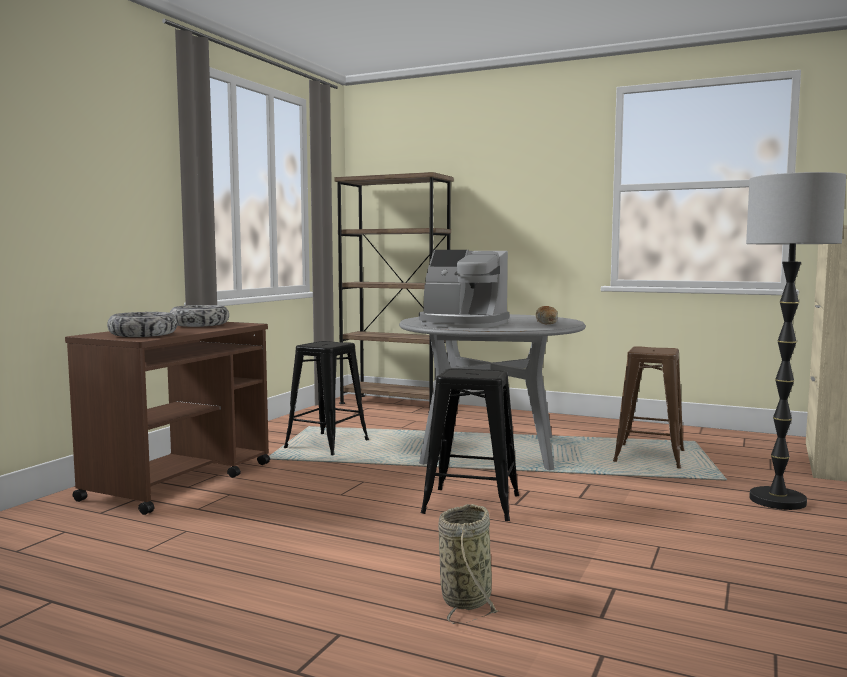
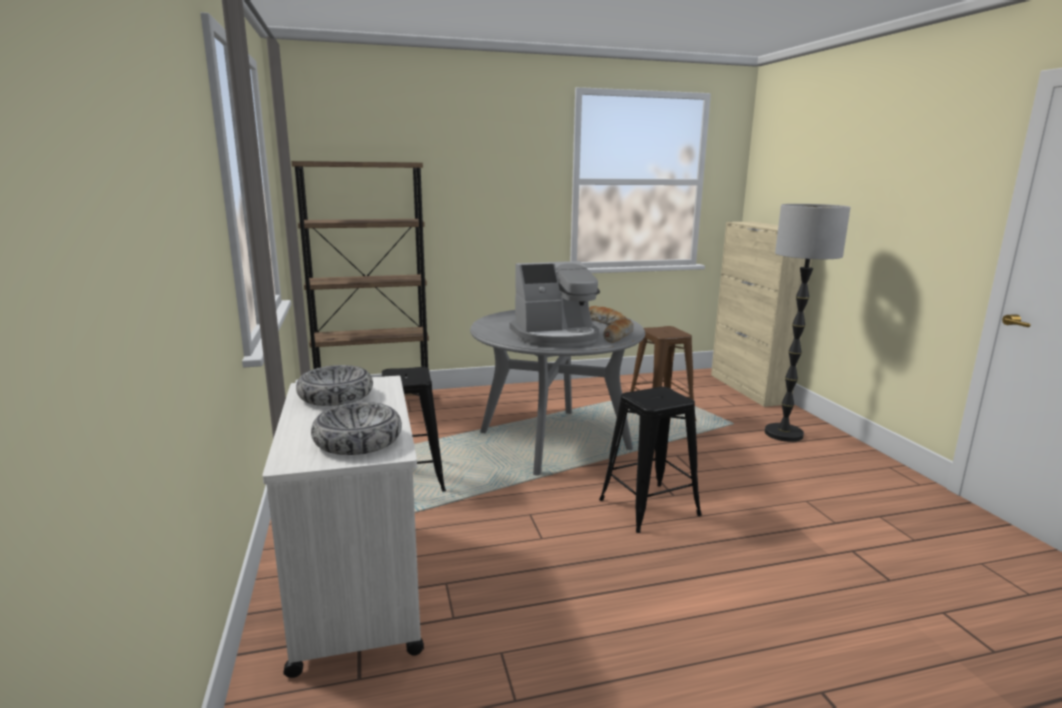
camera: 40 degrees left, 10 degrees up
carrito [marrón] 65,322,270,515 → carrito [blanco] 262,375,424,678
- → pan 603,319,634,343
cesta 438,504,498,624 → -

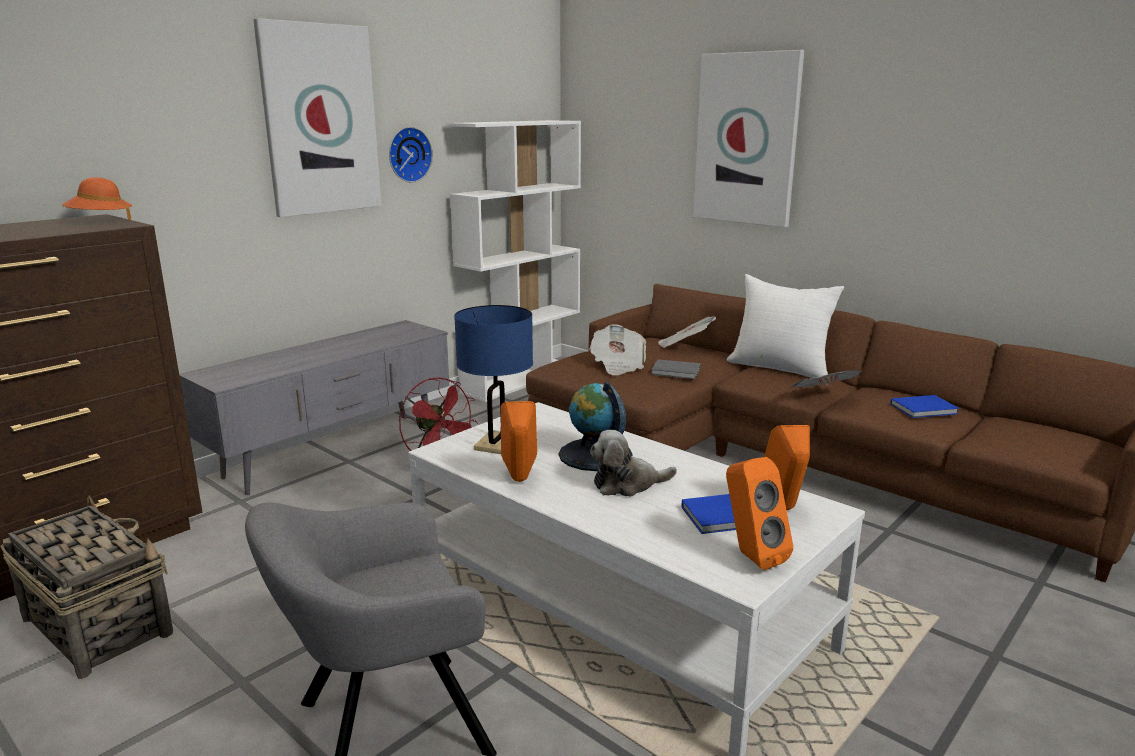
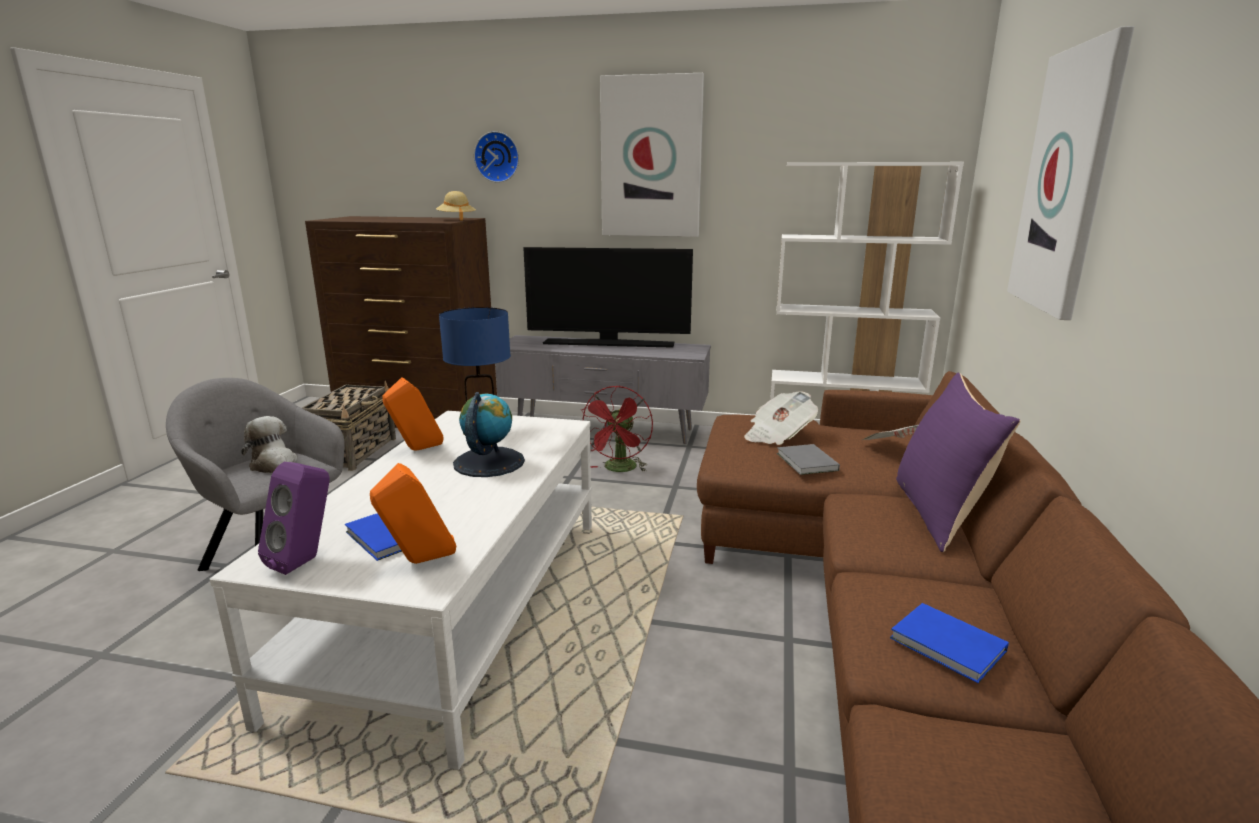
camera: 60 degrees right, 0 degrees up
peluche 590,430,677,497 → peluche 241,416,298,473, shifted
altavoz [naranja] 726,457,793,570 → altavoz [morado] 258,462,330,575
sombrero [naranja] 62,177,132,221 → sombrero [beis] 436,191,476,221
reloj de pared 389,127,433,183 → reloj de pared 474,131,519,183, shifted
- → televisor 523,247,693,348
cojín [blanco] 726,274,844,378 → cojín [morado] 896,373,1021,552
periódico 791,370,862,388 → -

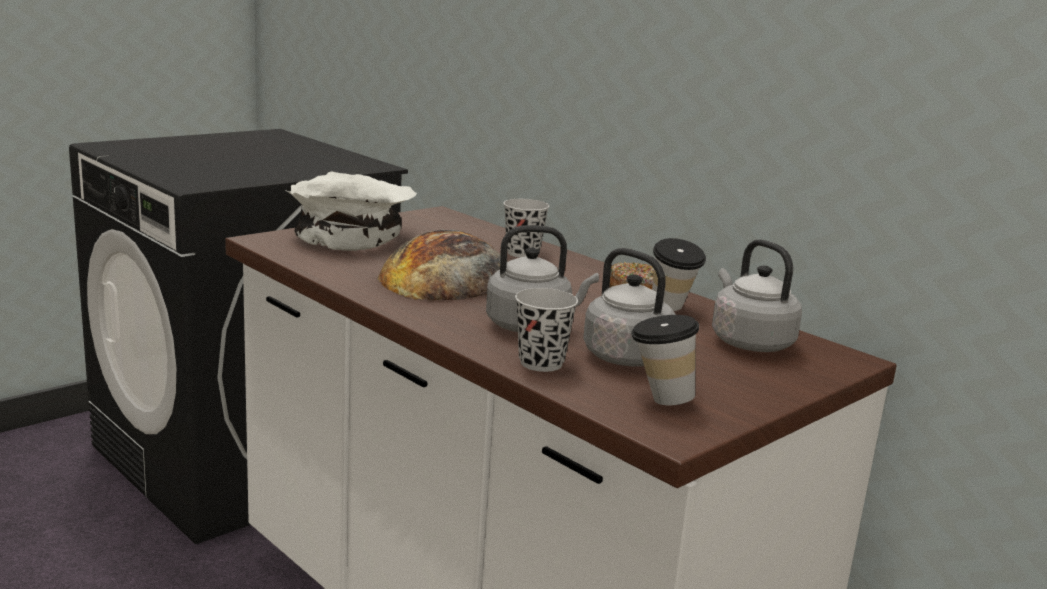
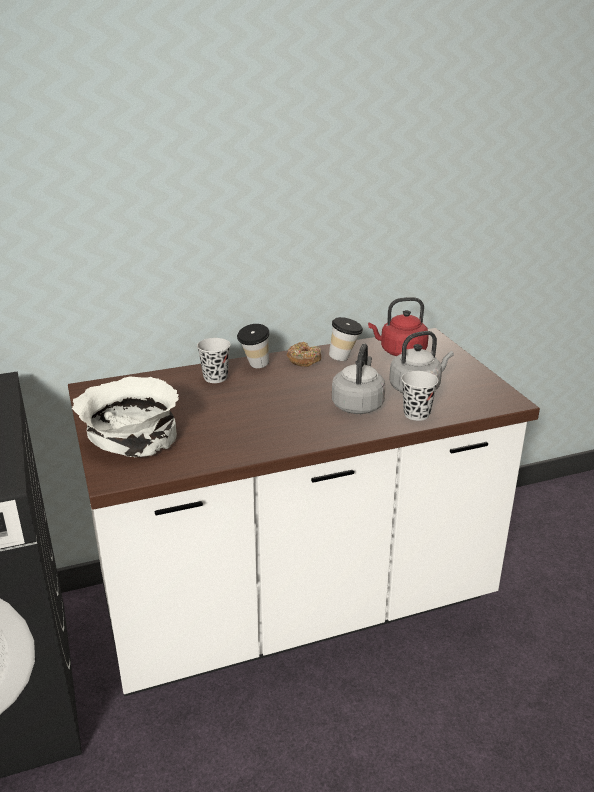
camera: 65 degrees left, 10 degrees up
taza 631,315,699,405 → taza 237,324,269,368, shifted
hervidor [gris] 712,239,802,352 → hervidor [rojo] 368,297,429,356
pan 377,230,500,301 → -

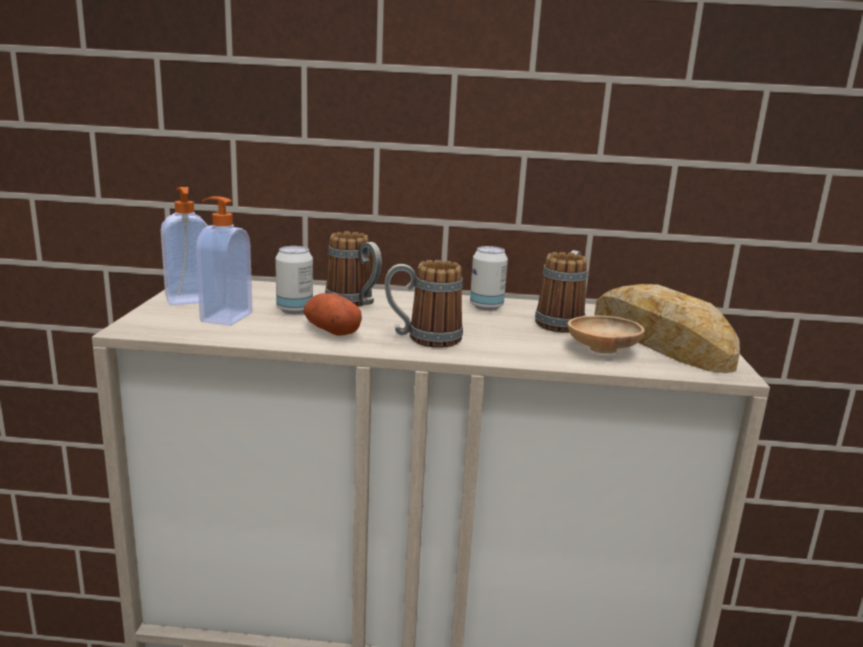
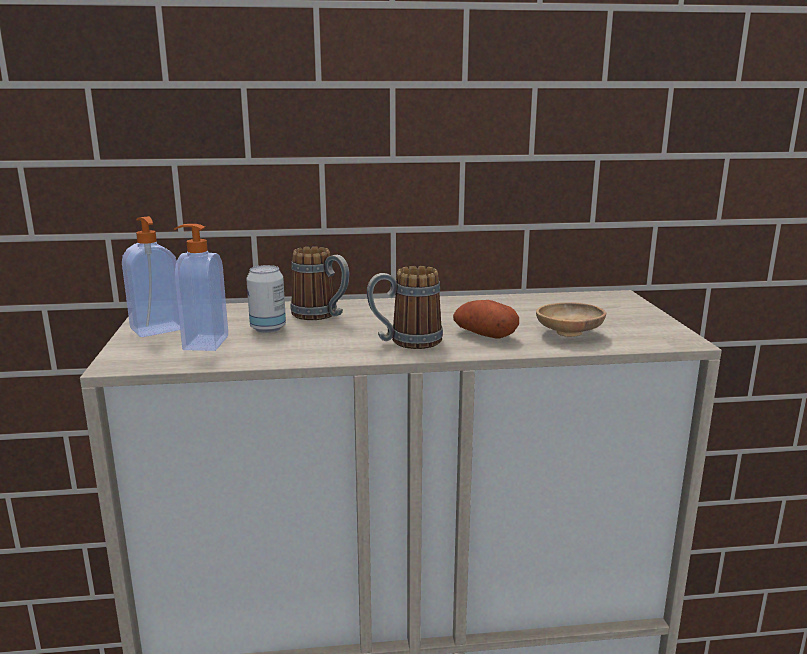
camera: 10 degrees left, 0 degrees up
patata 304,293,362,336 → patata 453,300,519,339, shifted
lata 470,246,508,311 → -
taza grande 535,250,588,333 → -
pan 594,284,740,373 → -

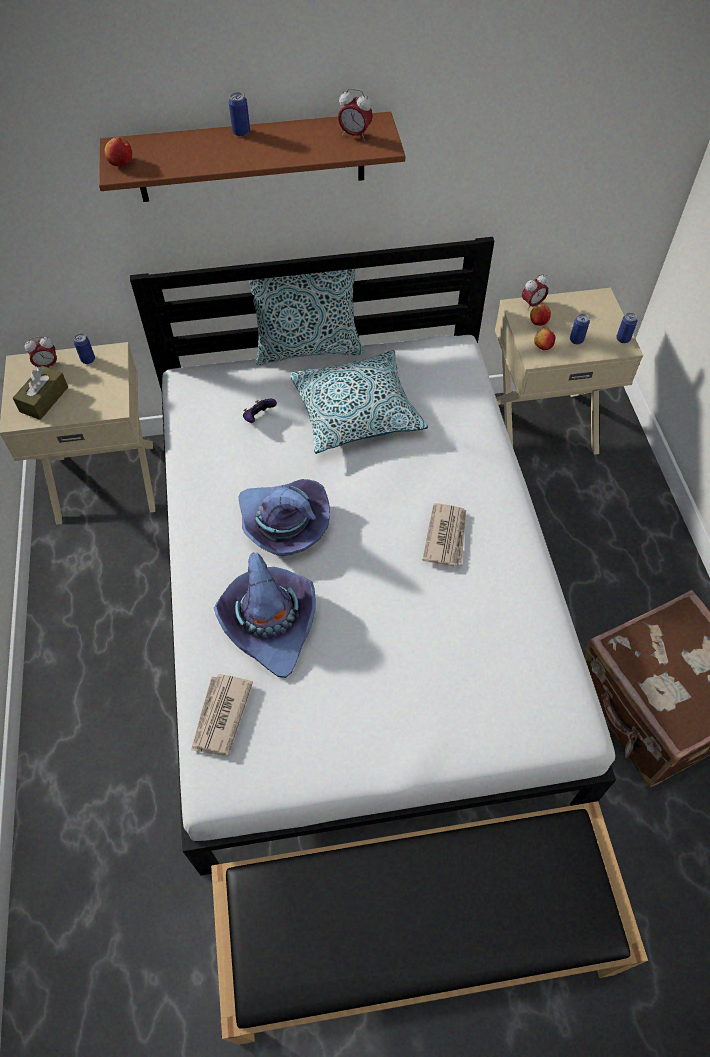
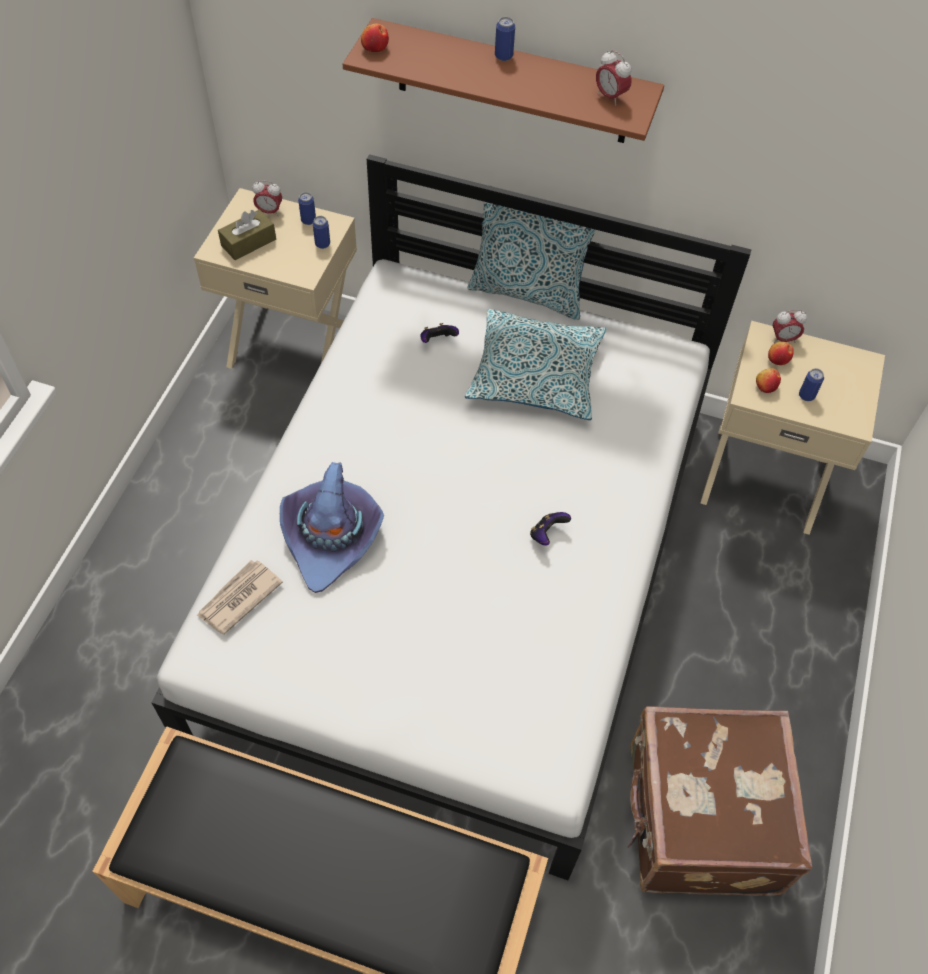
camera: 25 degrees right, 0 degrees up
lata 616,313,638,343 → lata 313,216,330,249, shifted
periódico 423,503,466,567 → mando de consola 530,512,571,545
sombrero [morado] 238,479,330,556 → -

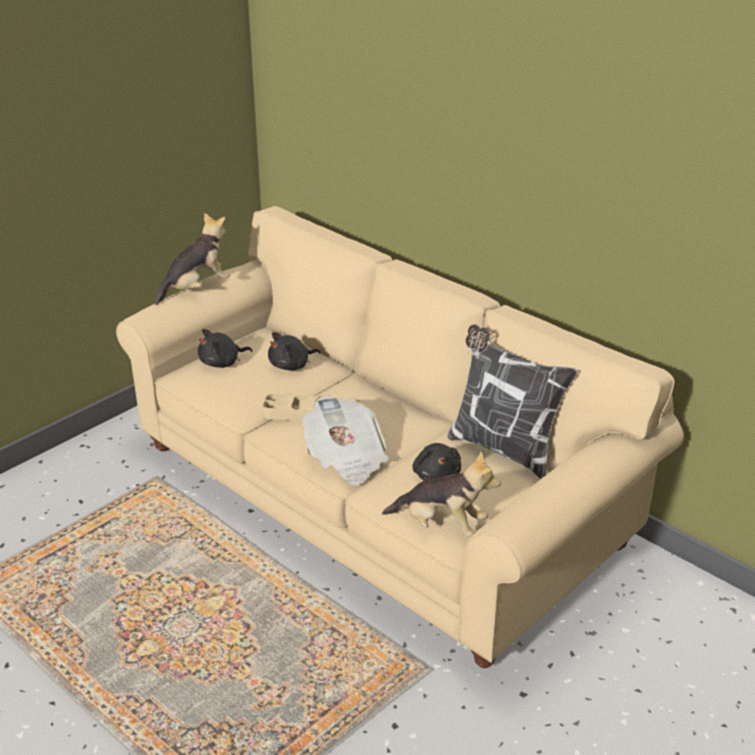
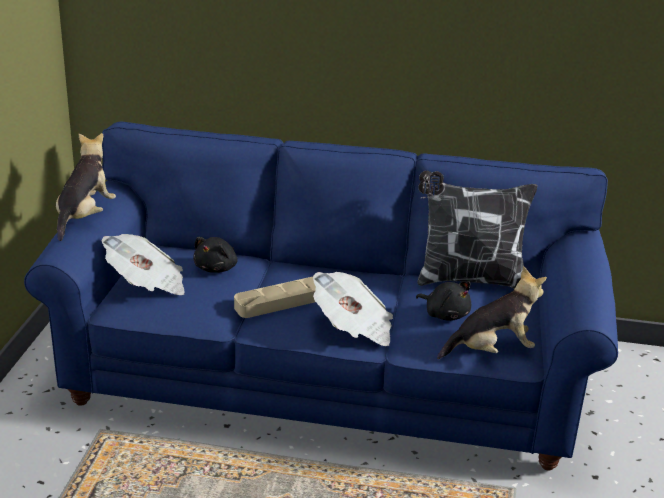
camera: 35 degrees left, 5 degrees down
sofá [beis] 116,206,684,668 → sofá [azul] 24,122,618,471
peluche [negro] 198,329,252,368 → periódico 102,234,184,295

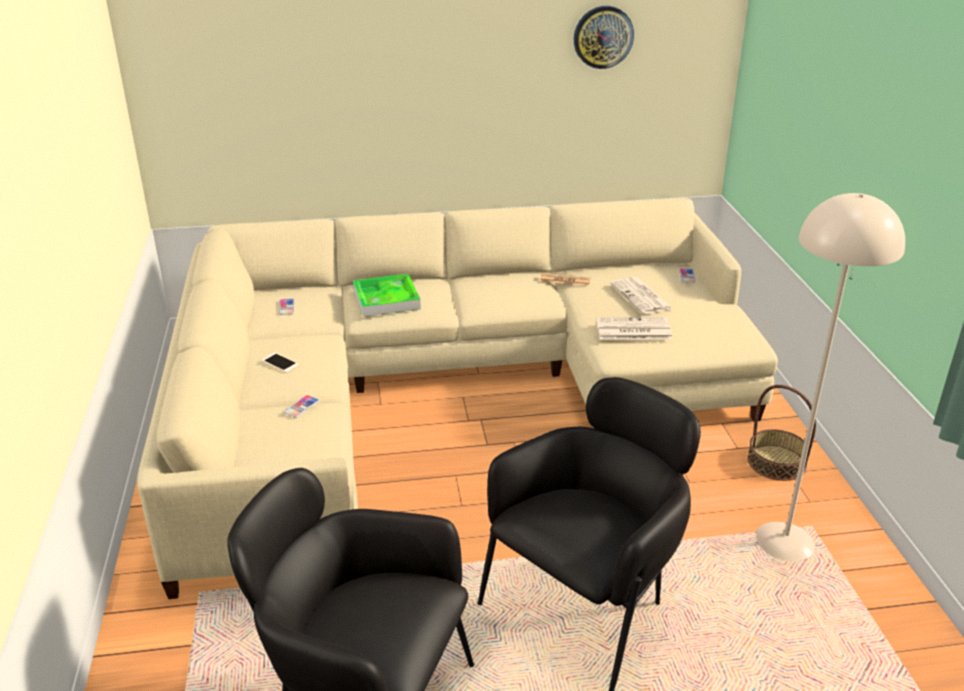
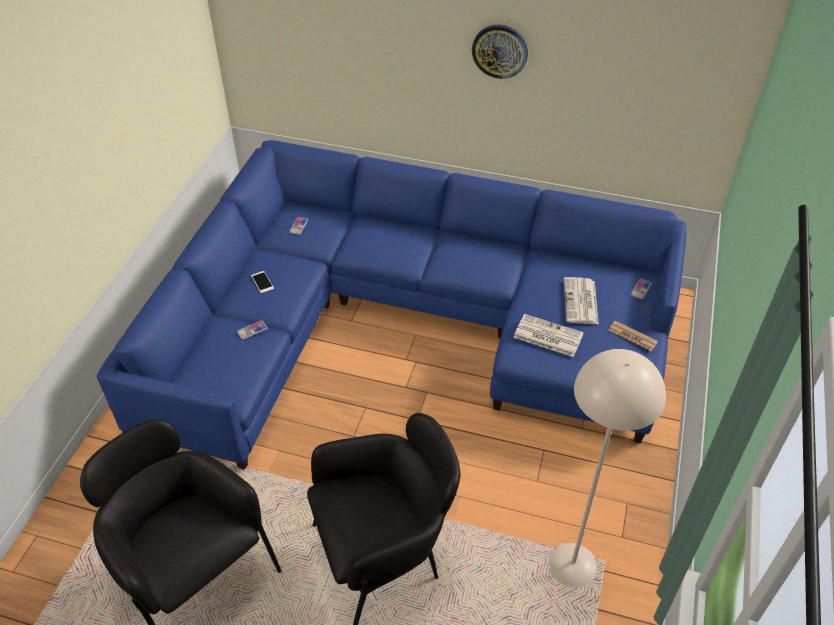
camera: 25 degrees right, 15 degrees up
sofá [beis] 137,198,778,599 → sofá [azul] 97,140,686,470
reloj de pared 574,6,634,69 → reloj de pared 472,25,528,79, shifted
periódico 540,273,591,286 → periódico 609,321,658,351, shifted
bandeja 353,274,421,317 → -
cesta 747,385,816,481 → -

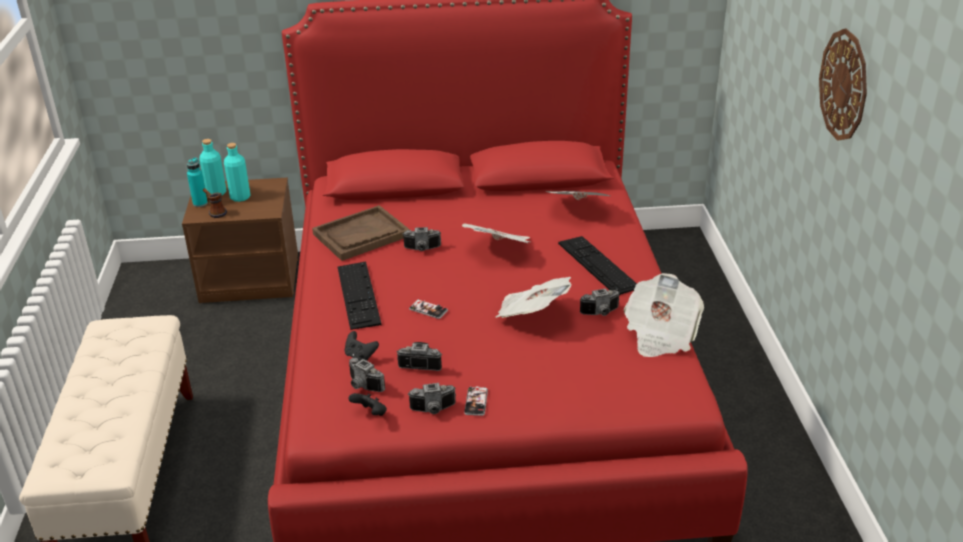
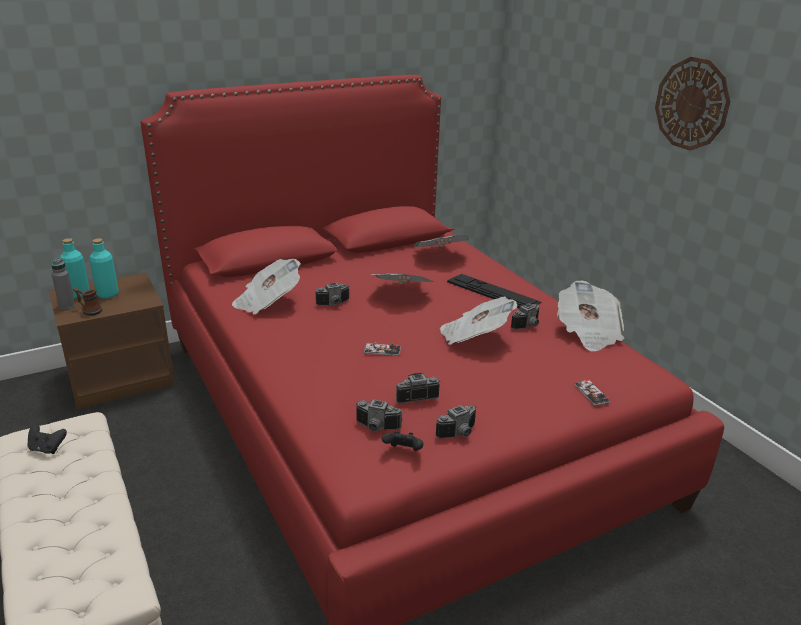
camera: 25 degrees left, 5 degrees down
mando de consola [negro] 345,331,379,361 → mando de consola [negro] 28,424,67,454, shifted
botella [turquesa] 187,157,208,207 → botella [gris] 51,257,75,309
bandeja [marrón] 312,205,410,261 → periódico 232,259,301,314
móvil 464,386,488,416 → móvil 575,380,610,405, shifted
teclado 338,261,381,330 → -

